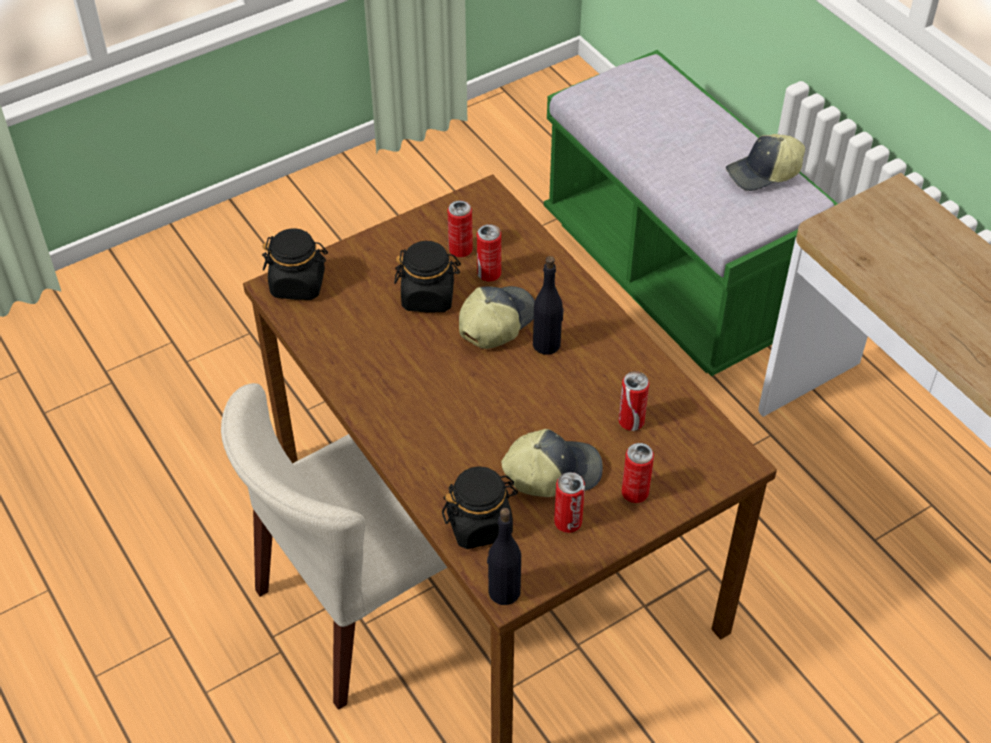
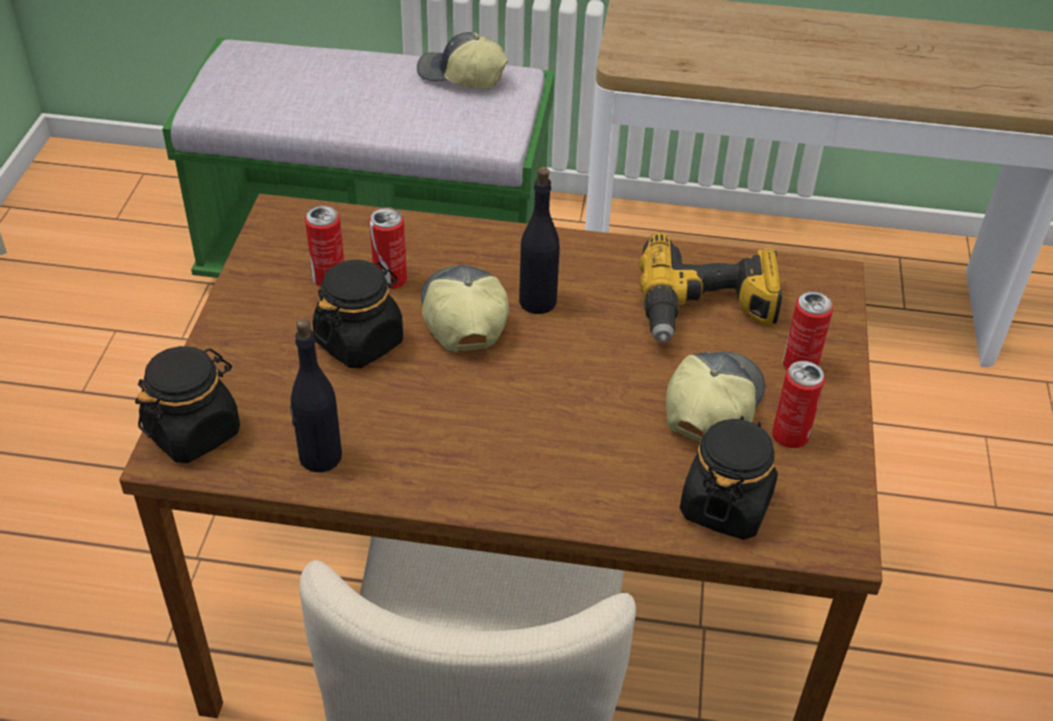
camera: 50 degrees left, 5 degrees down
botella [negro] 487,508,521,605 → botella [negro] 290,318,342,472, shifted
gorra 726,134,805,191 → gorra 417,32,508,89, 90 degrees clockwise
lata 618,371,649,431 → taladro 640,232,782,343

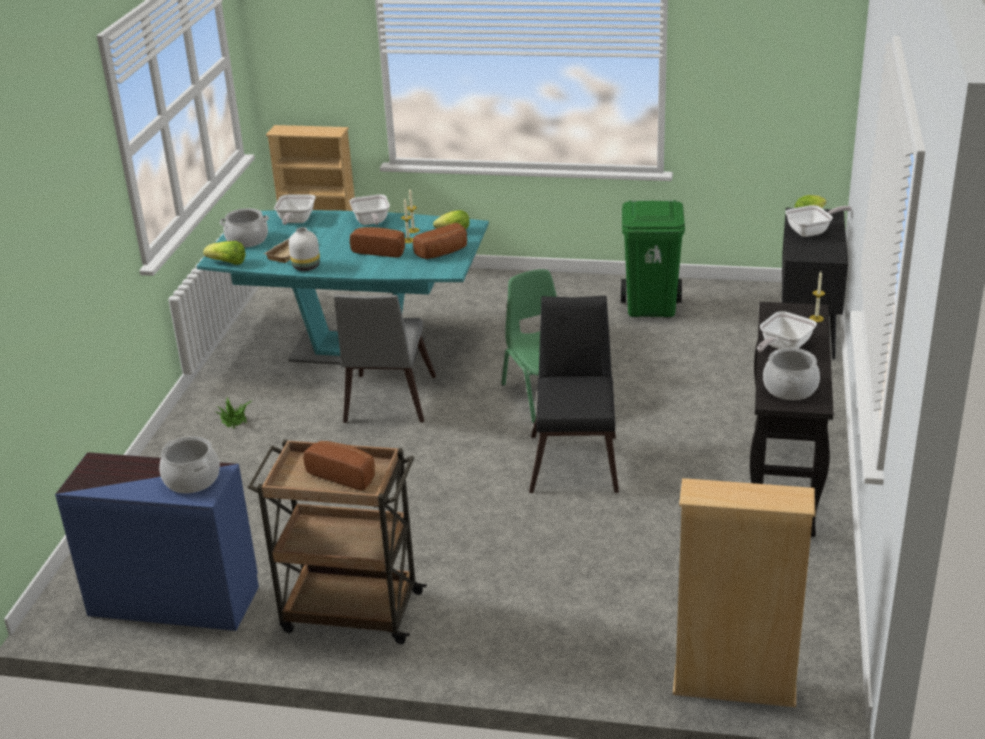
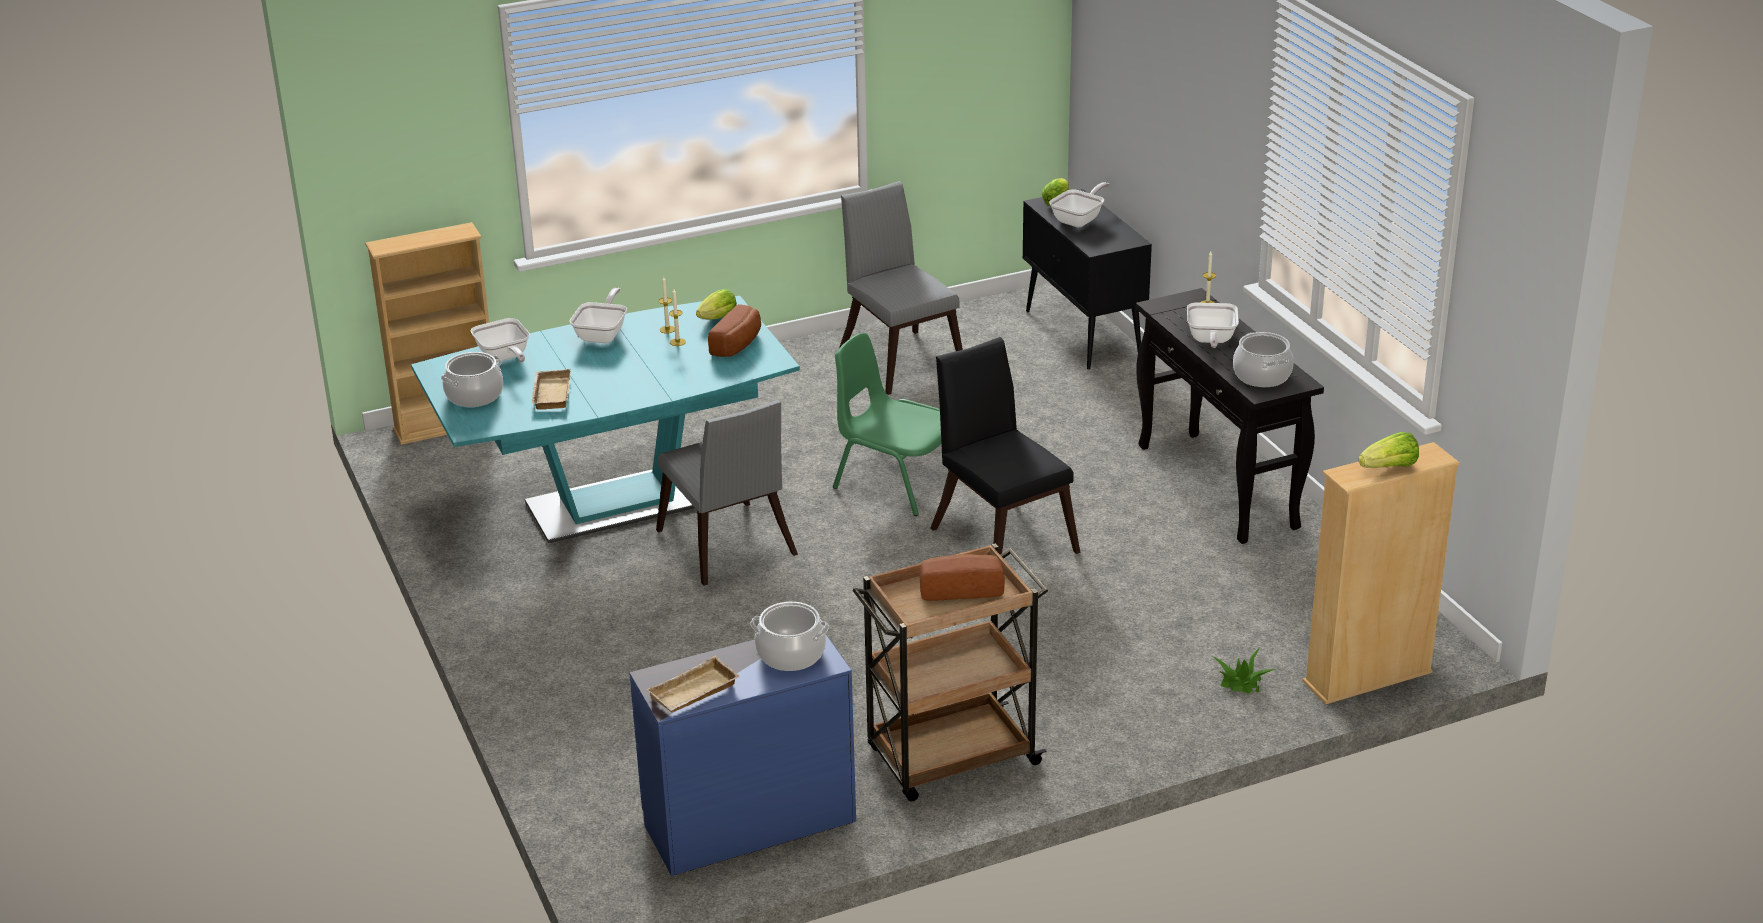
camera: 35 degrees left, 0 degrees up
sartén 349,194,390,225 → sartén 569,287,627,343, 120 degrees counterclockwise
- → bandeja [beis] 647,655,739,712
papelera [verde] 621,200,685,317 → silla [gris] 839,181,963,395
planta en maceta 214,397,253,428 → planta en maceta 1212,648,1275,694, shifted
lechuga 203,241,246,265 → lechuga 1359,432,1419,468, shifted
florero [blanco] 289,227,320,271 → -
pan 350,227,405,257 → -

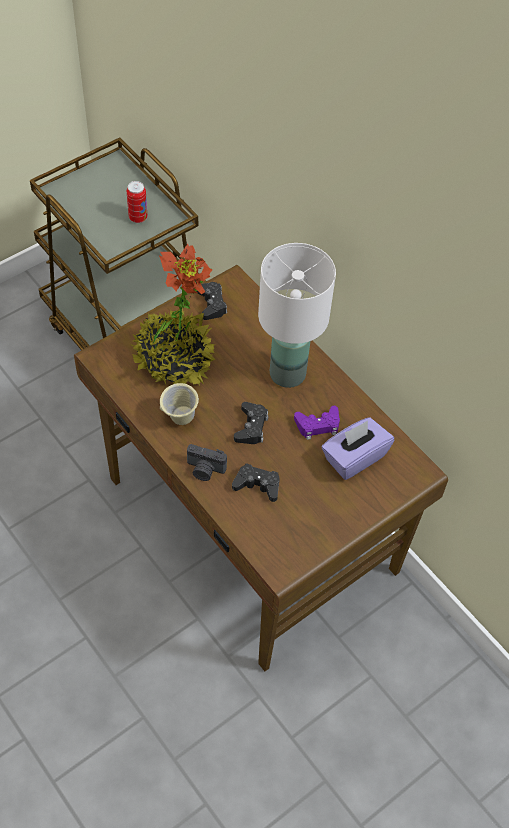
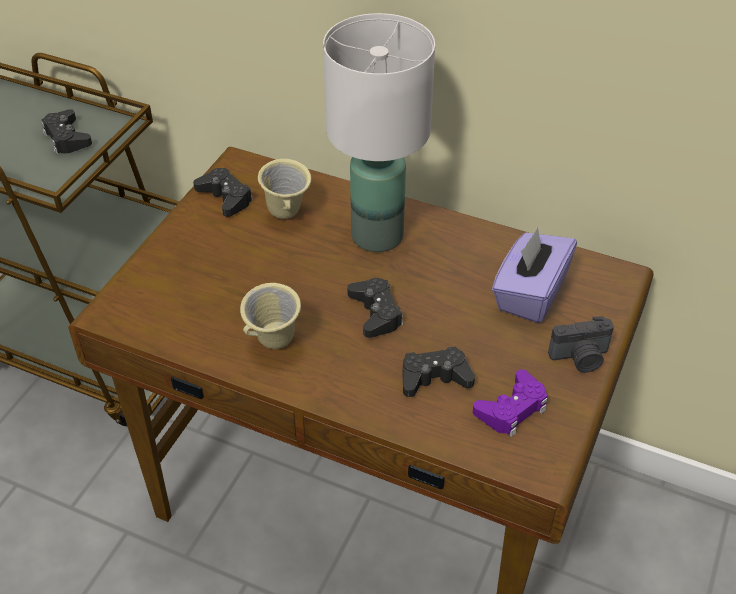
camera: 25 degrees left, 10 degrees down
lata 127,181,148,223 → mando de consola [negro] 41,109,92,154
- → taza grande [beis] 258,159,311,219
mando de consola [morado] 294,406,340,440 → mando de consola [morado] 473,369,548,437, shifted
cámara 187,444,227,481 → cámara 548,316,614,373, shifted
planta en maceta 130,244,215,386 → -

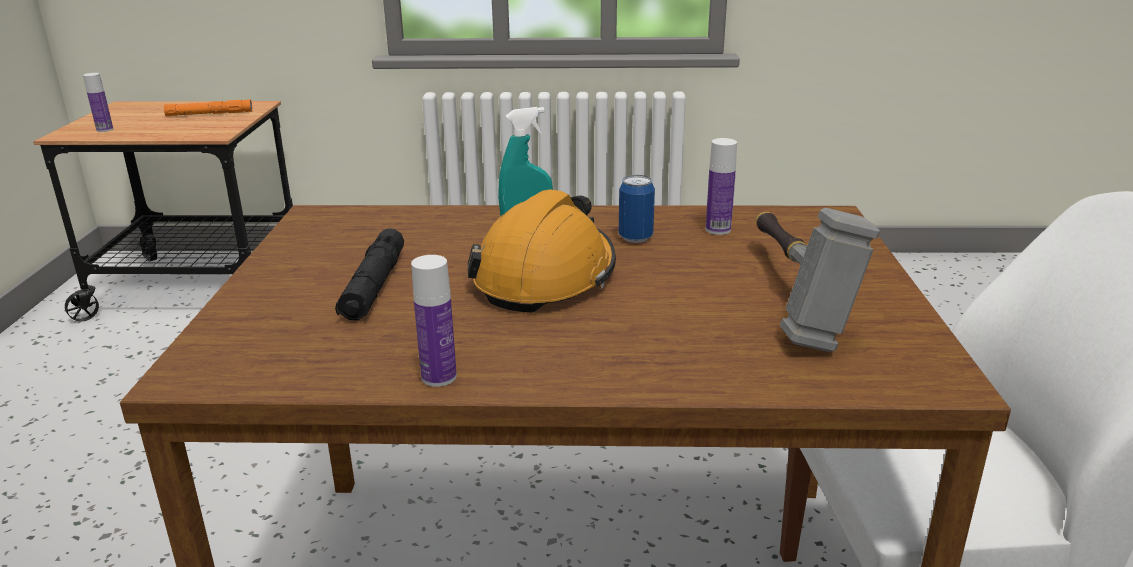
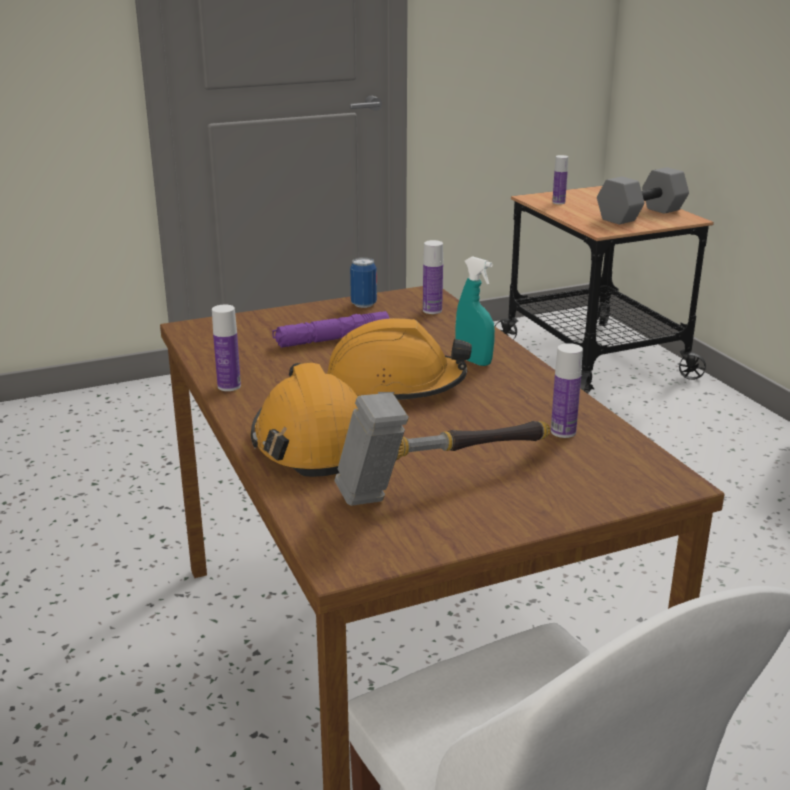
camera: 65 degrees right, 0 degrees up
- → casco [naranja] 251,363,358,477
linterna [negro] 335,228,404,320 → linterna [morado] 272,311,390,348
lata 619,175,655,243 → lata 350,257,377,308, shifted
- → botella 423,240,443,314
linterna [naranja] 164,99,253,116 → mancuerna [gris] 597,167,689,225

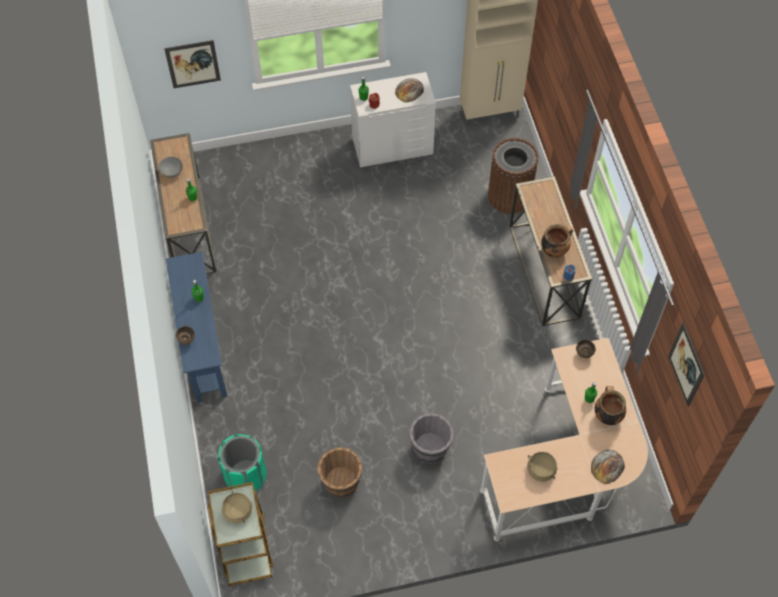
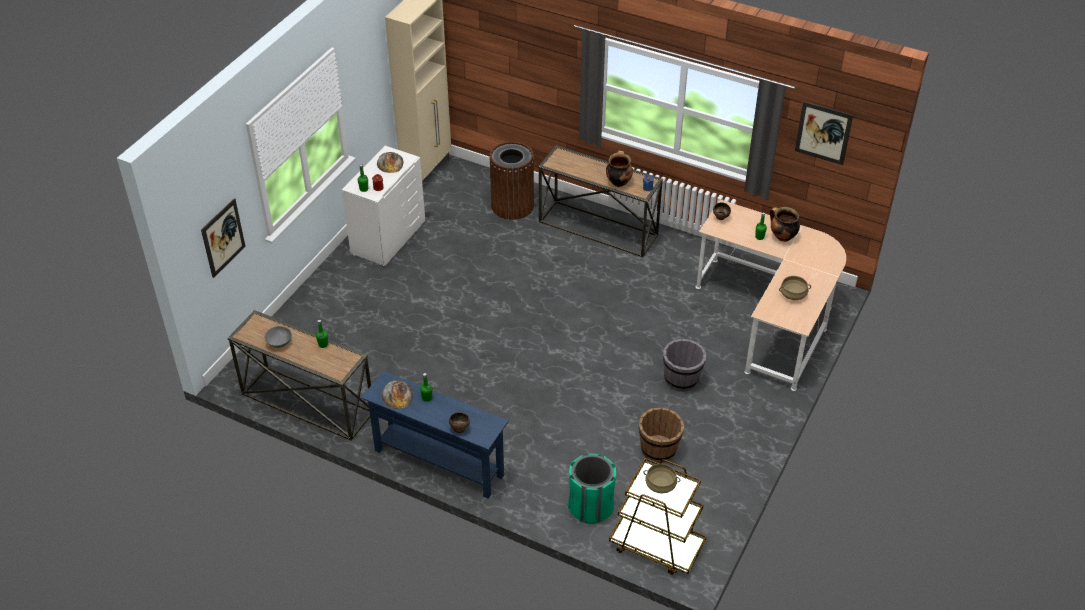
camera: 50 degrees left, 15 degrees down
pan 591,449,625,484 → pan 382,380,413,409, shifted

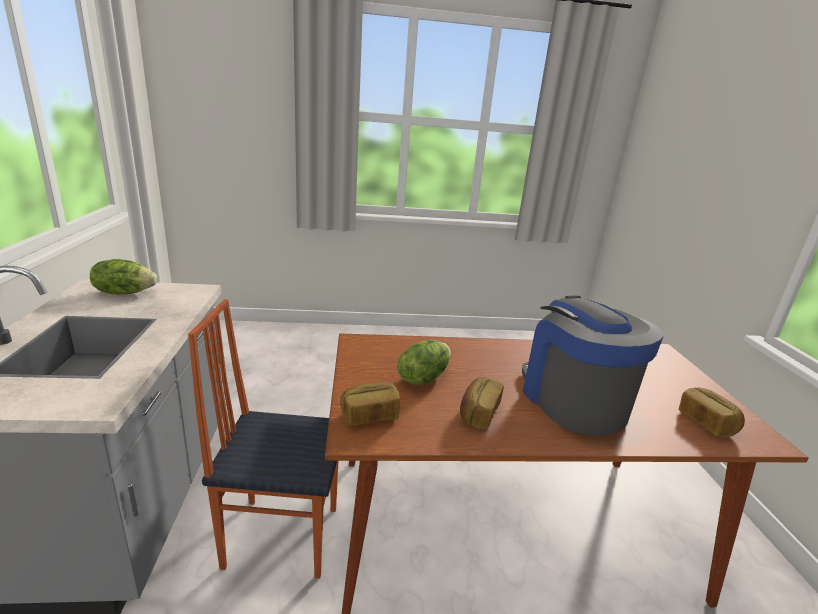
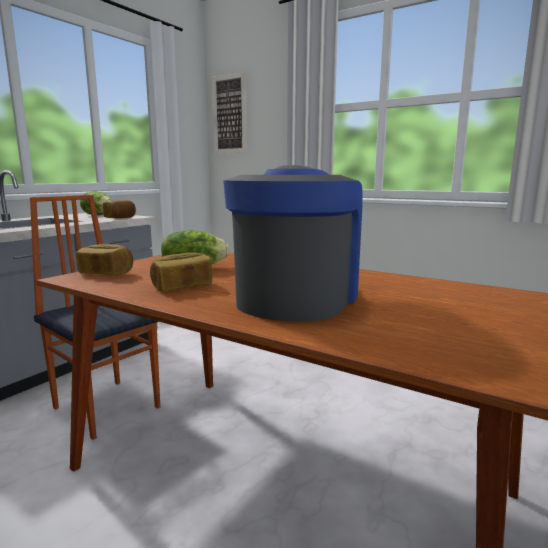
camera: 40 degrees right, 10 degrees down
pan 679,387,745,437 → pan 103,200,136,219, shifted
- → cuadro 212,72,247,154

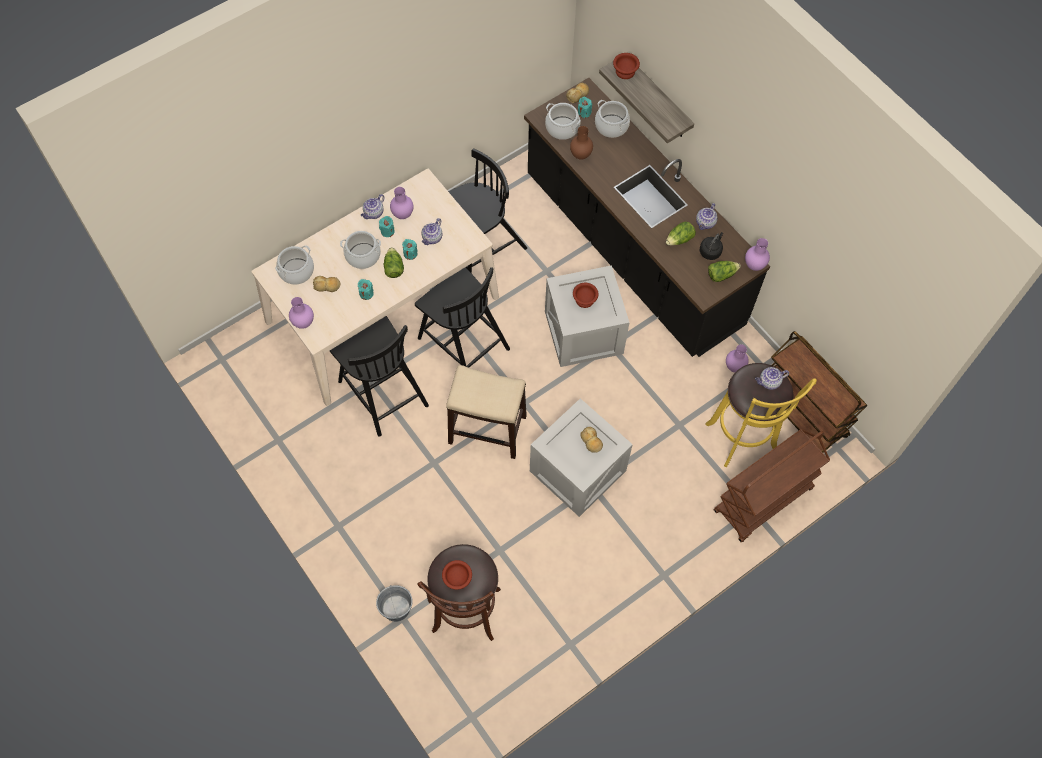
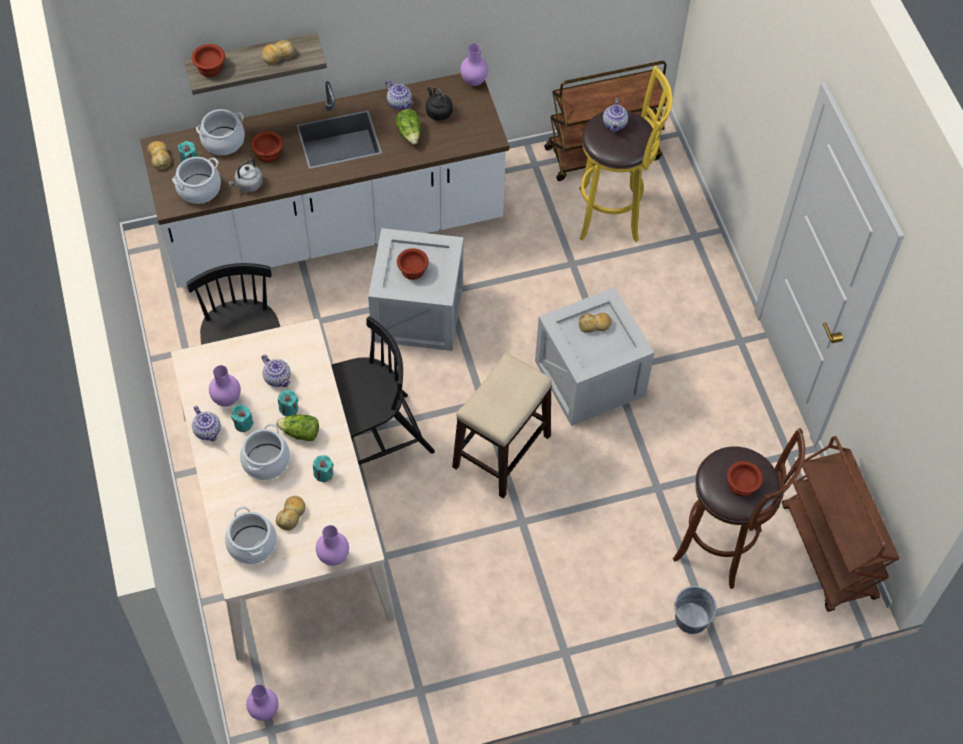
camera: 70 degrees left, 5 degrees down
mueble bajo de cocina [negro] 524,78,770,357 → mueble bajo de cocina [blanco] 140,73,509,288
florero [marrón] 570,126,593,160 → hervidor [gris] 228,159,263,192
florero [morado] 726,344,749,372 → florero [morado] 246,685,279,721, shifted
- → cuenco [marrón] 251,131,283,162
- → pan 261,40,295,65
carrito [marrón] 714,429,830,542 → carrito [marrón] 782,436,900,612, shifted
silla [negro] 330,316,429,437 → -
lechuga 708,261,741,282 → -

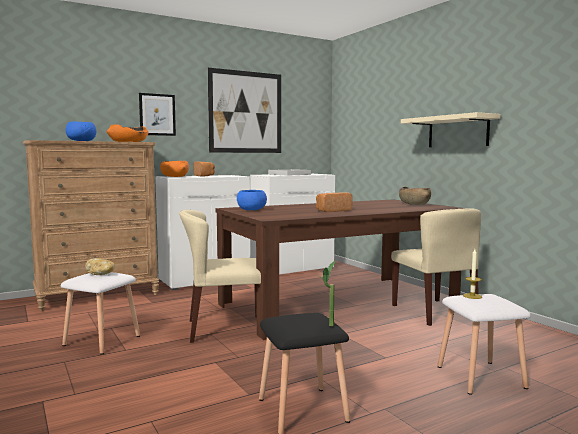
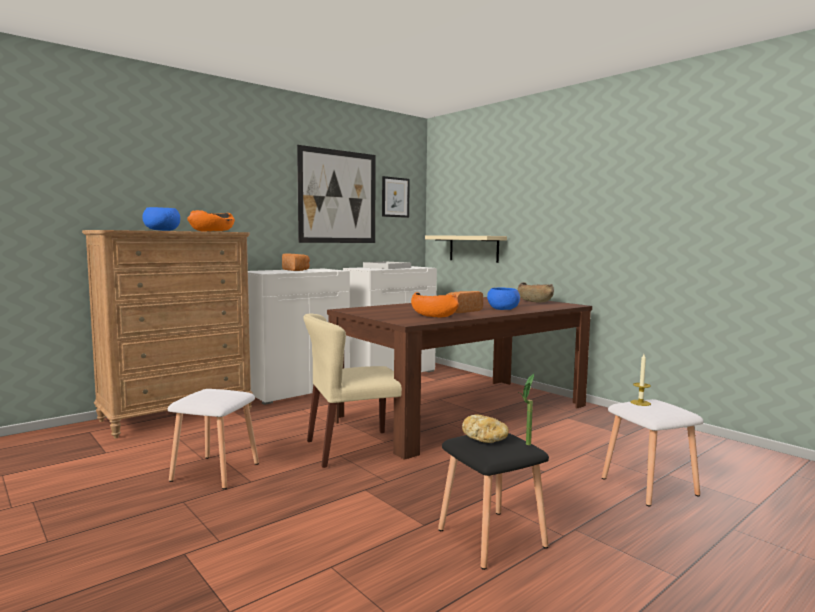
camera: 10 degrees left, 0 degrees up
cuadro 139,93,176,136 → cuadro 382,176,410,218, shifted
cuenco [naranja] 160,161,189,177 → cuenco [naranja] 411,292,459,317, shifted
estante [beis] 401,112,500,147 → estante [beis] 425,235,507,263, shifted
pan 85,258,115,275 → pan 462,415,509,443, shifted
cuenco [azul] 237,190,267,210 → cuenco [azul] 487,287,520,310, shifted
silla [beis] 391,208,481,326 → -

